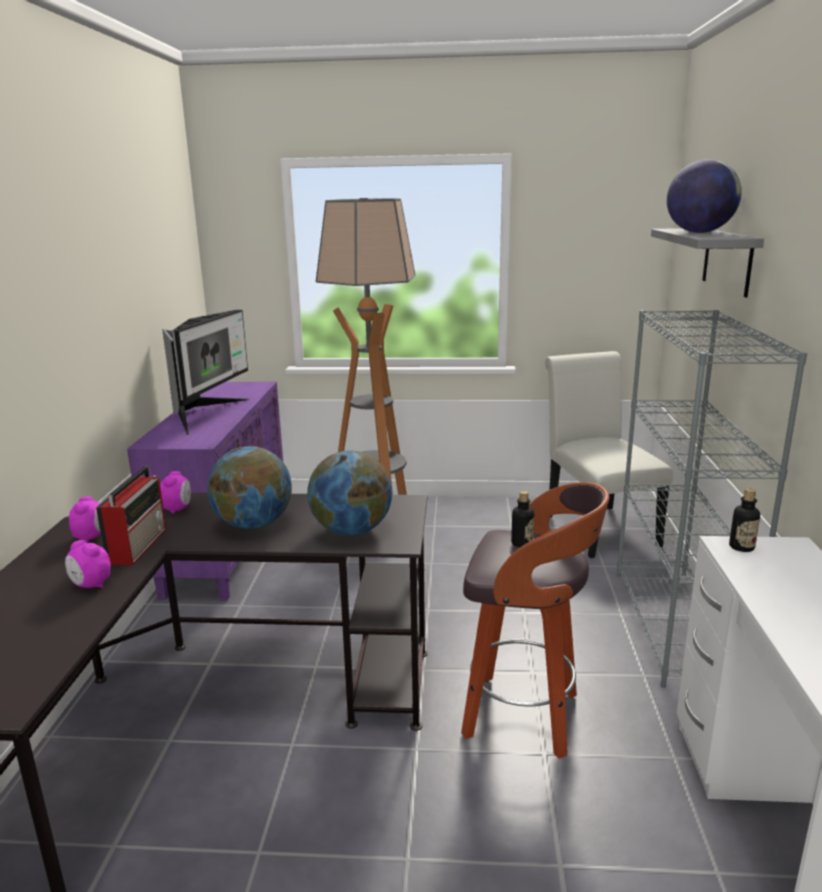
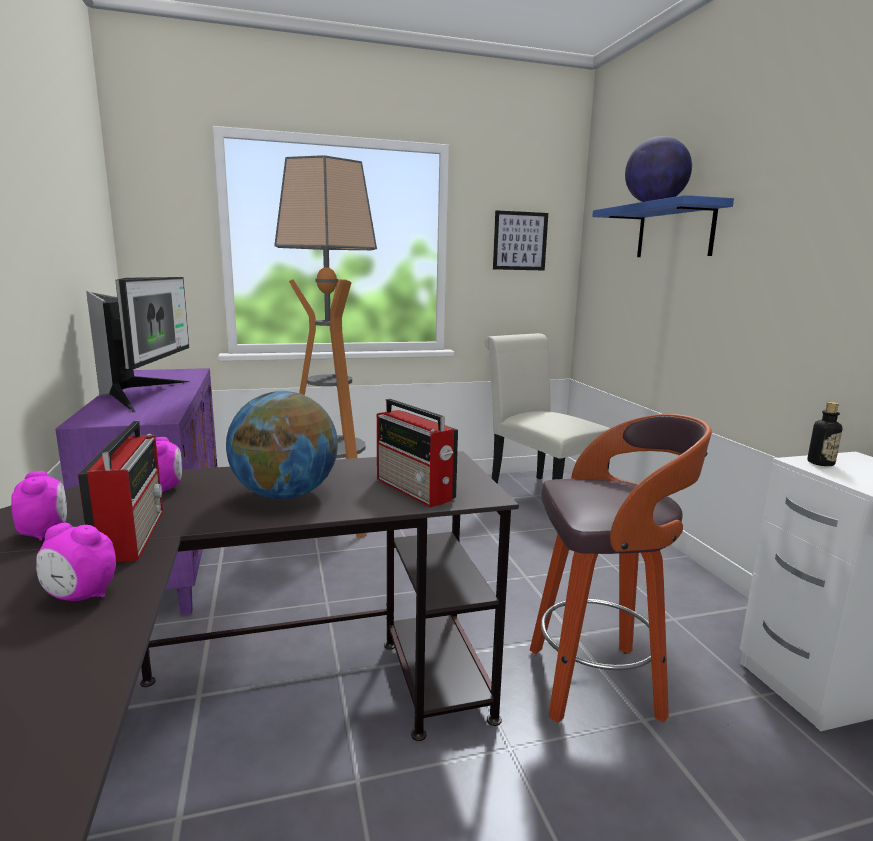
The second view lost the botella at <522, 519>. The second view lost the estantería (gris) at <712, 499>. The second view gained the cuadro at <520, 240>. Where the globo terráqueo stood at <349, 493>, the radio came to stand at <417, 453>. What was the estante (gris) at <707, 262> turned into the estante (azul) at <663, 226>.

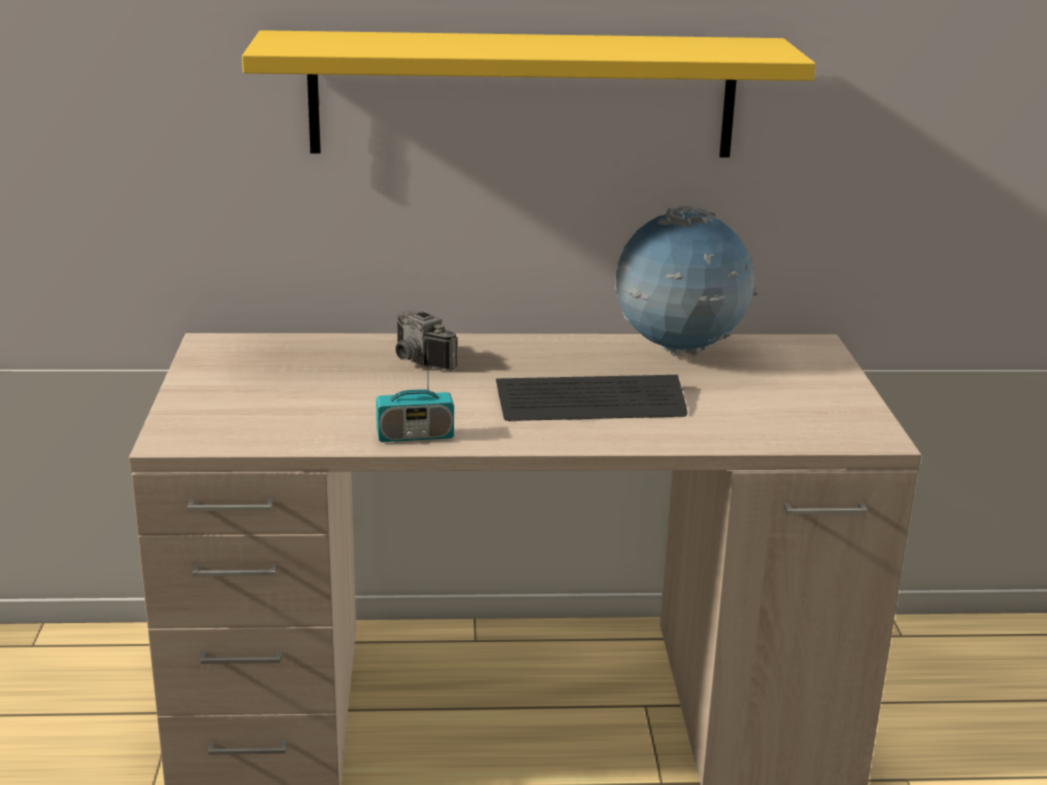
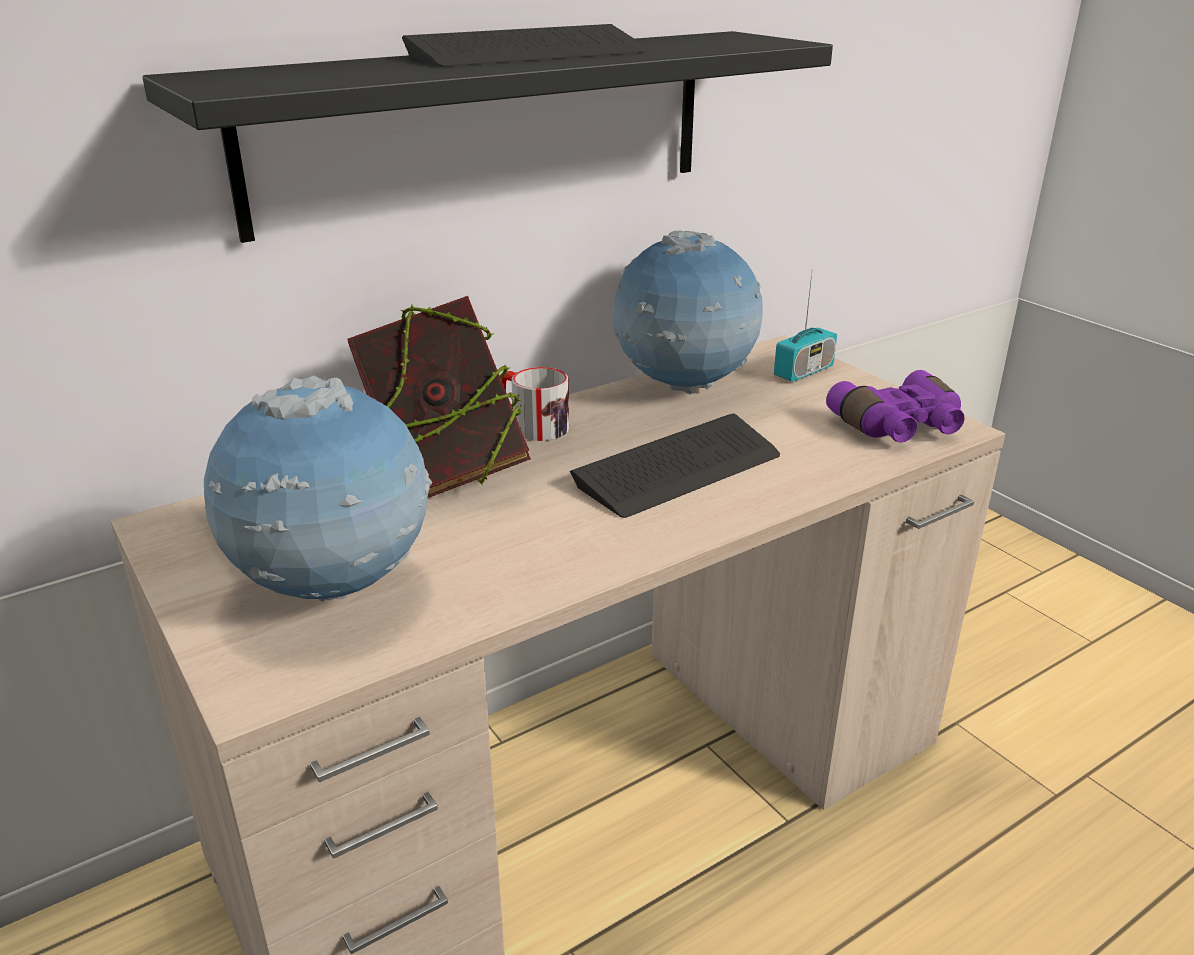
The second view gained the globo terráqueo at <318, 489>. The second view gained the teclado at <524, 45>. The second view gained the taza grande at <535, 404>. The second view gained the prismáticos (morado) at <895, 406>. The radio ended up elsewhere, having gone from <415, 384> to <805, 328>. Where the cámara stood at <426, 341>, the libro came to stand at <439, 397>. What was the estante (amarillo) at <529, 94> turned into the estante (negro) at <487, 137>.

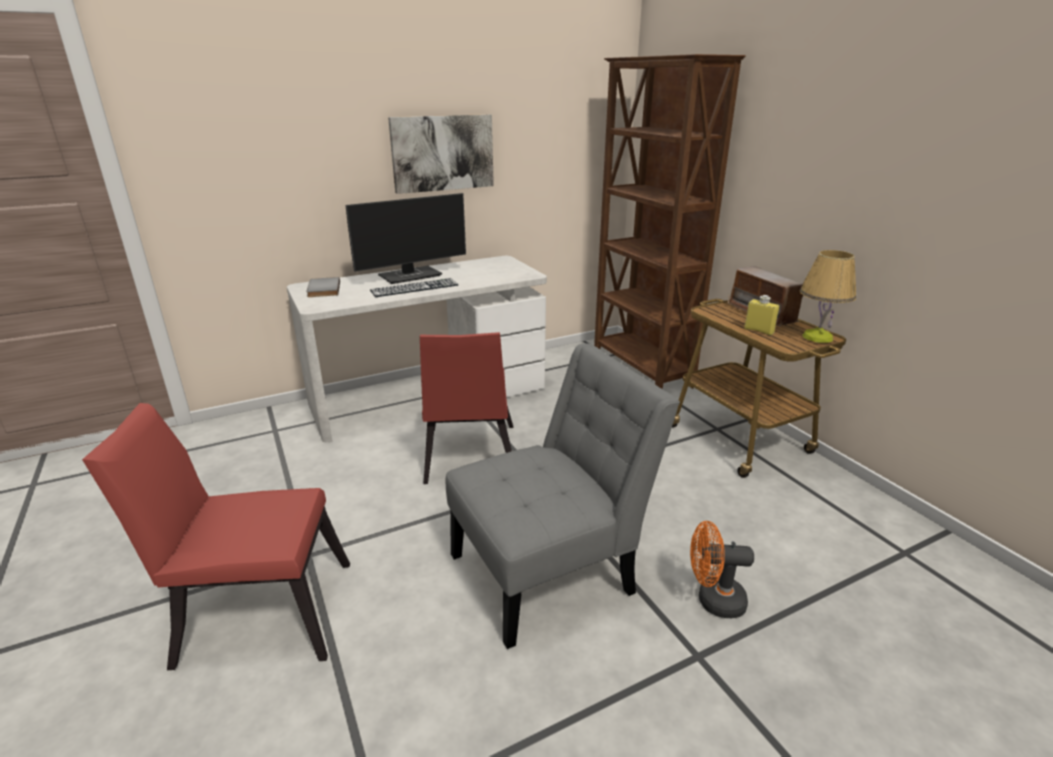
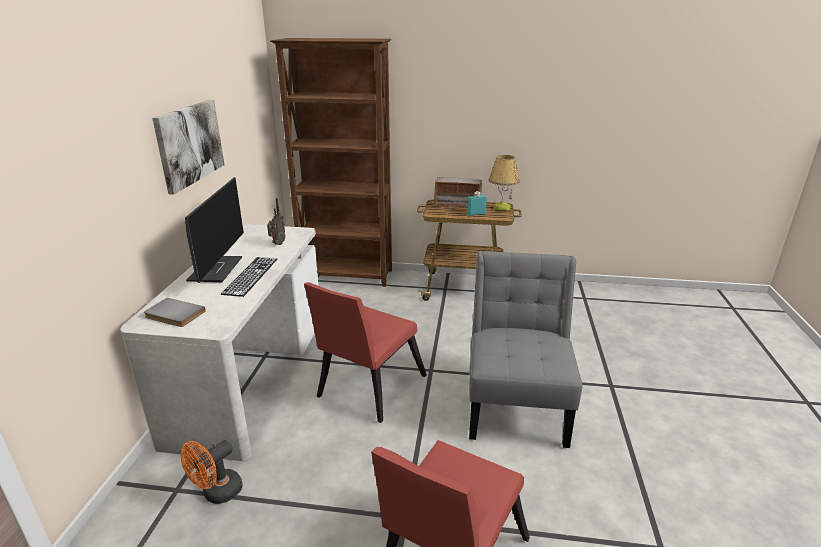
The second view gained the radio at <276, 221>. The ventilador (naranja) ended up elsewhere, having gone from <722, 569> to <212, 472>. What was the botella (amarillo) at <761, 315> turned into the botella (turquesa) at <476, 203>. The silla (rojo) at <466, 408> ended up facing another way, 90 degrees clockwise from before.

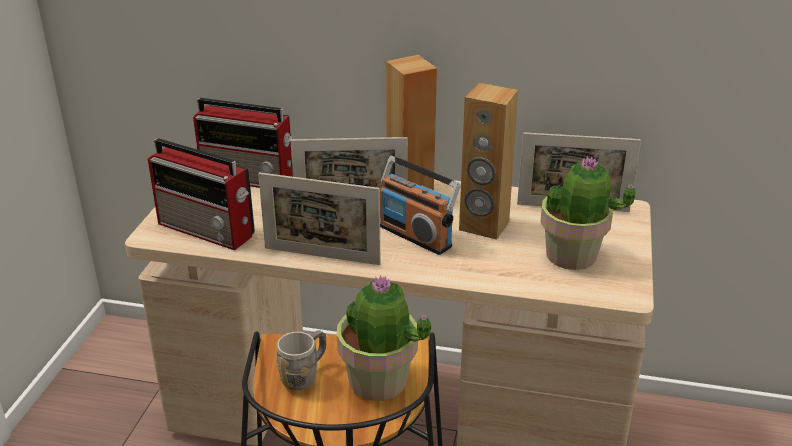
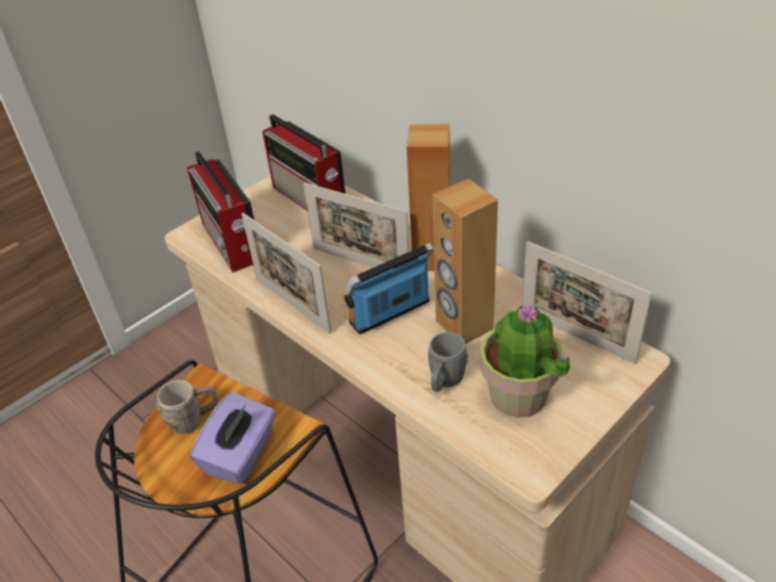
The second view gained the taza grande (gris) at <448, 362>. Where the planta en maceta stood at <384, 338>, the caja de pañuelos (morado) came to stand at <232, 438>. The radio at <420, 205> ended up facing another way, 75 degrees clockwise from before.

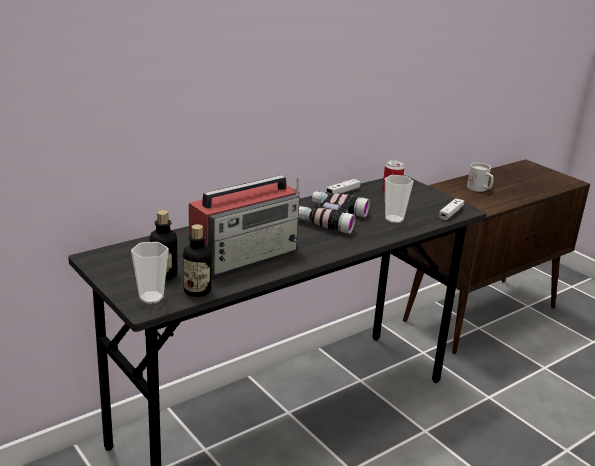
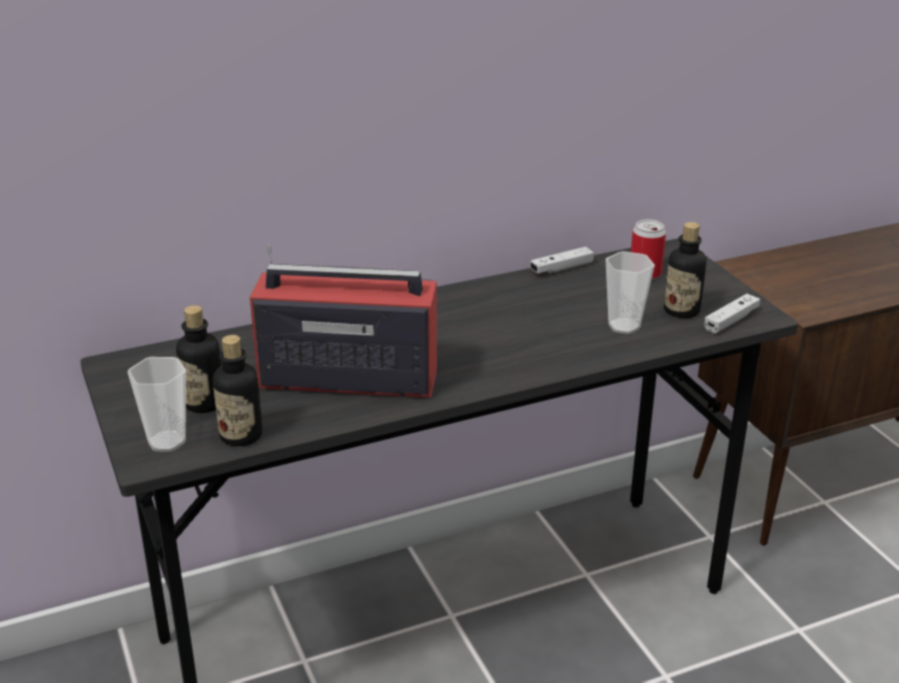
The second view lost the prismáticos at <334, 212>. The second view lost the taza grande (blanco) at <480, 177>. The second view gained the botella at <685, 270>. The radio at <244, 225> ended up facing another way, 150 degrees counterclockwise from before.

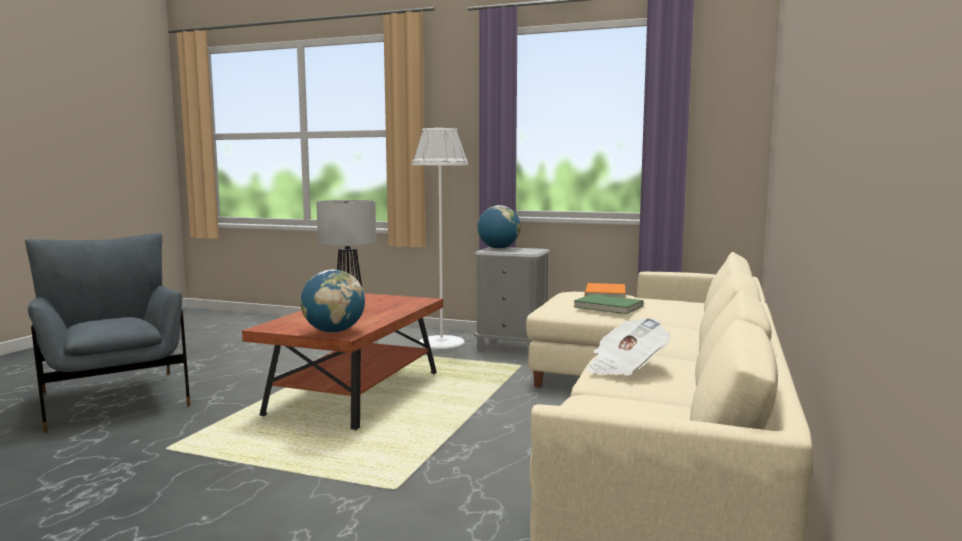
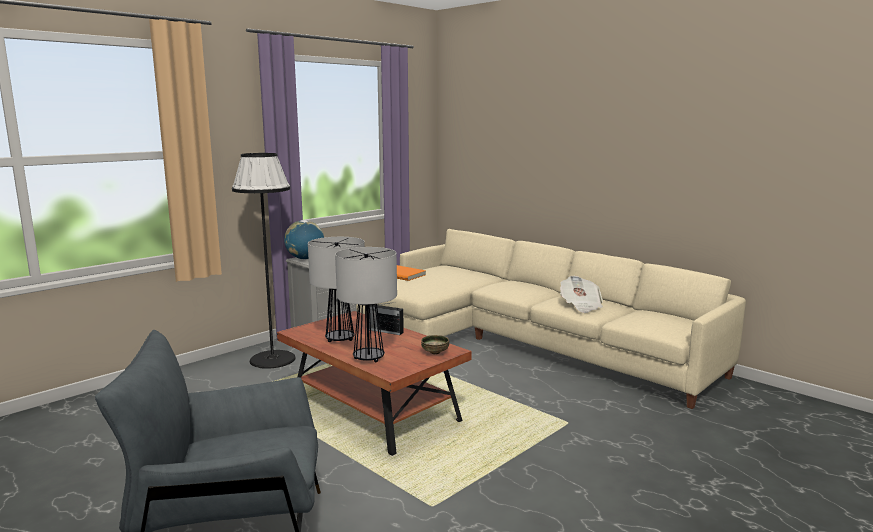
The second view lost the libro (verde) at <608, 304>. The second view gained the lámpara de mesa at <366, 304>. The second view gained the radio at <386, 318>. Where the globo terráqueo stood at <332, 301>, the cuenco came to stand at <435, 344>. What was the lámpara de pie (blanco) at <439, 238> turned into the lámpara de pie (negro) at <264, 261>.

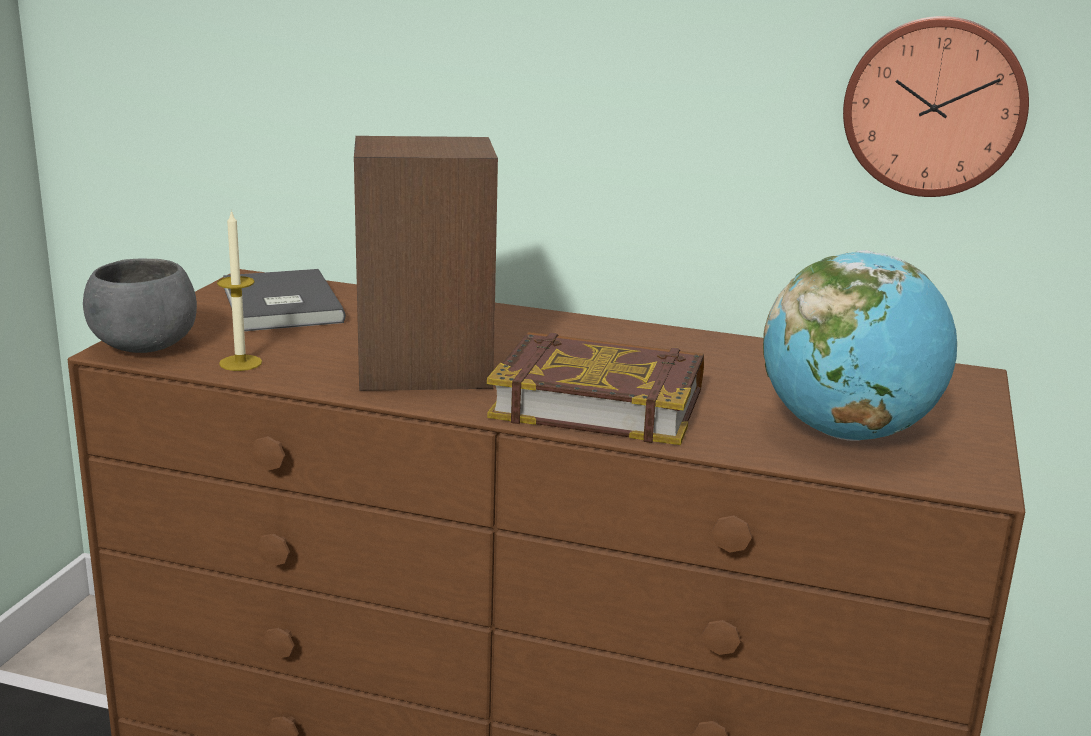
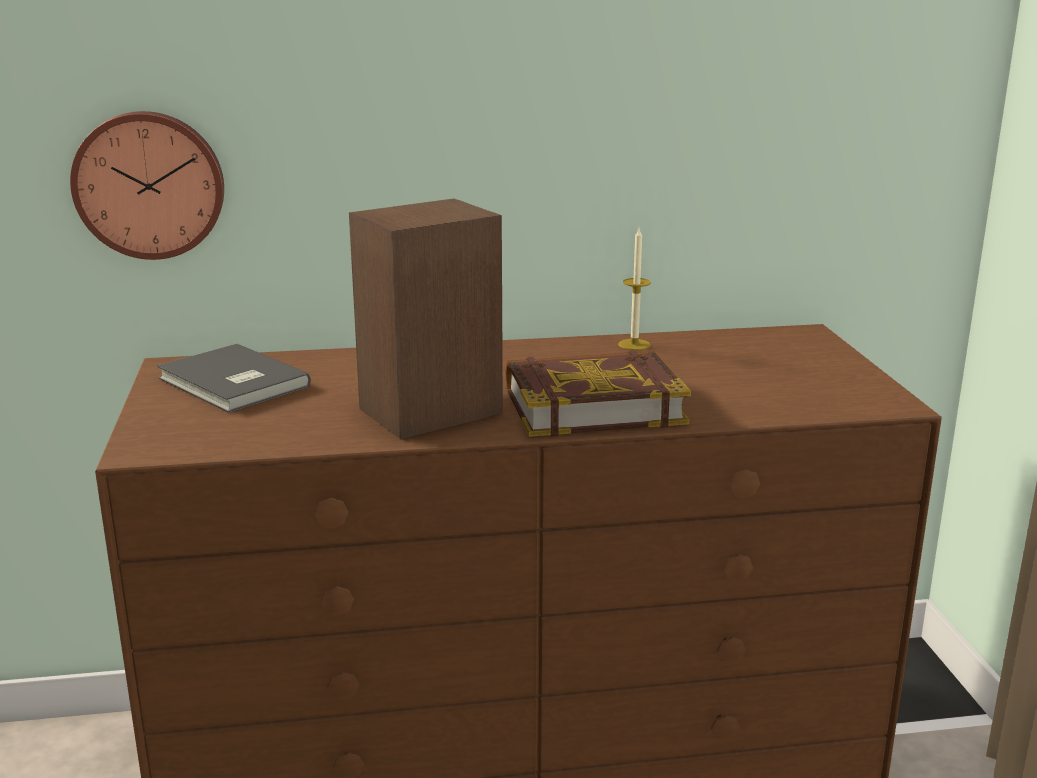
The second view lost the cuenco (gris) at <140, 305>. The second view lost the globo terráqueo at <860, 345>. The vela ended up elsewhere, having gone from <239, 290> to <634, 289>. The reloj de pared ended up elsewhere, having gone from <936, 106> to <147, 185>.

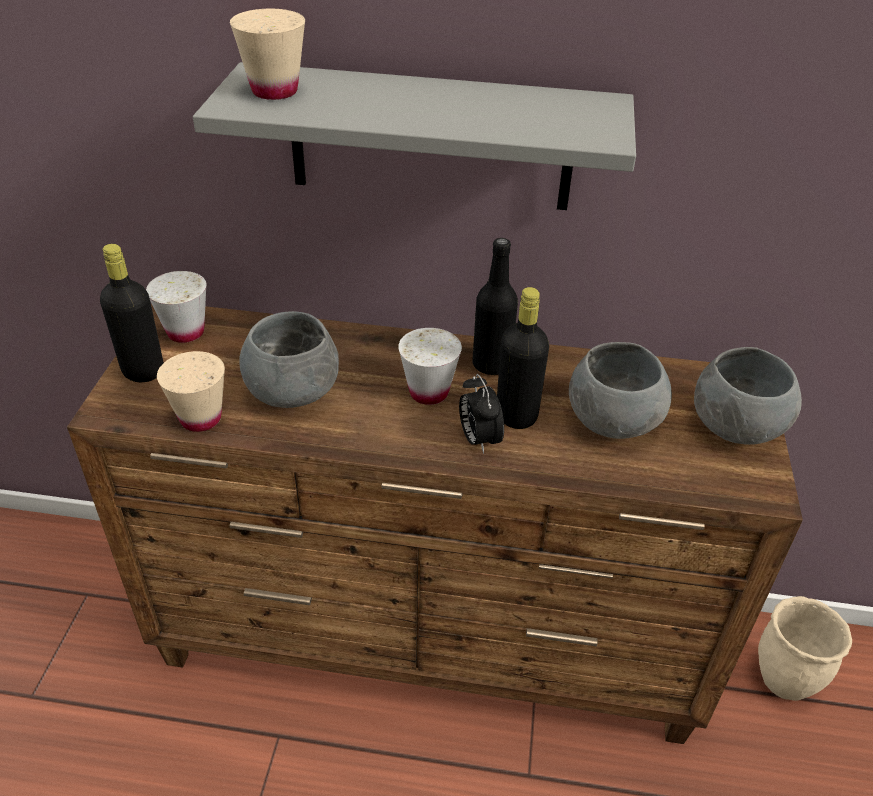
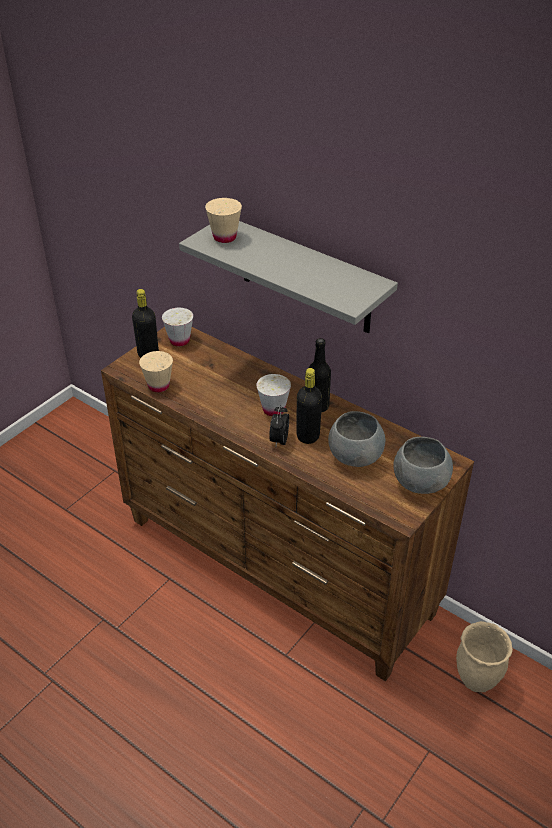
The second view lost the cuenco (gris) at <289, 359>.

